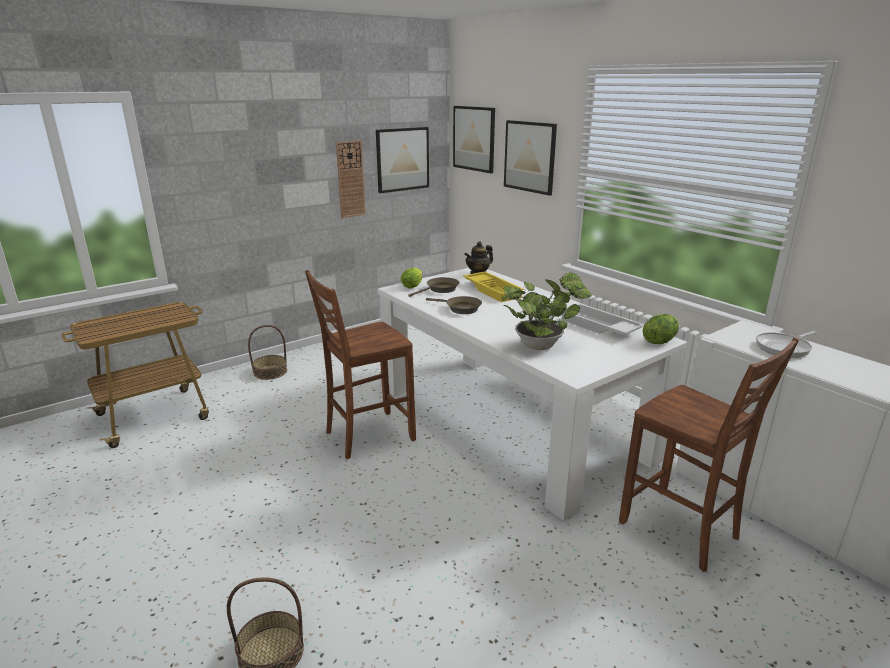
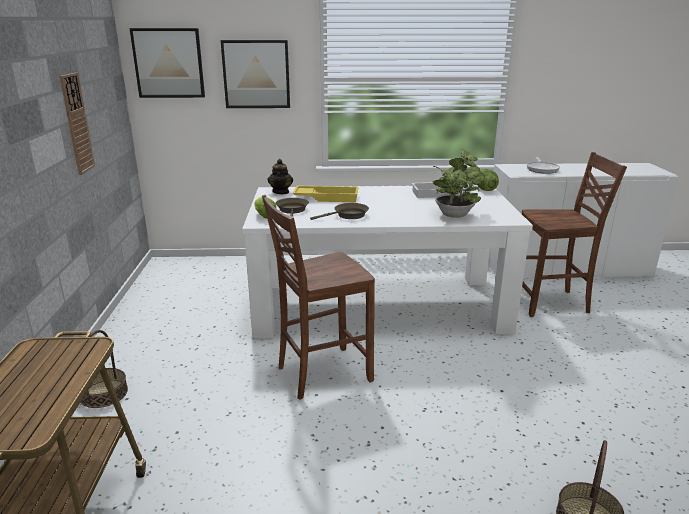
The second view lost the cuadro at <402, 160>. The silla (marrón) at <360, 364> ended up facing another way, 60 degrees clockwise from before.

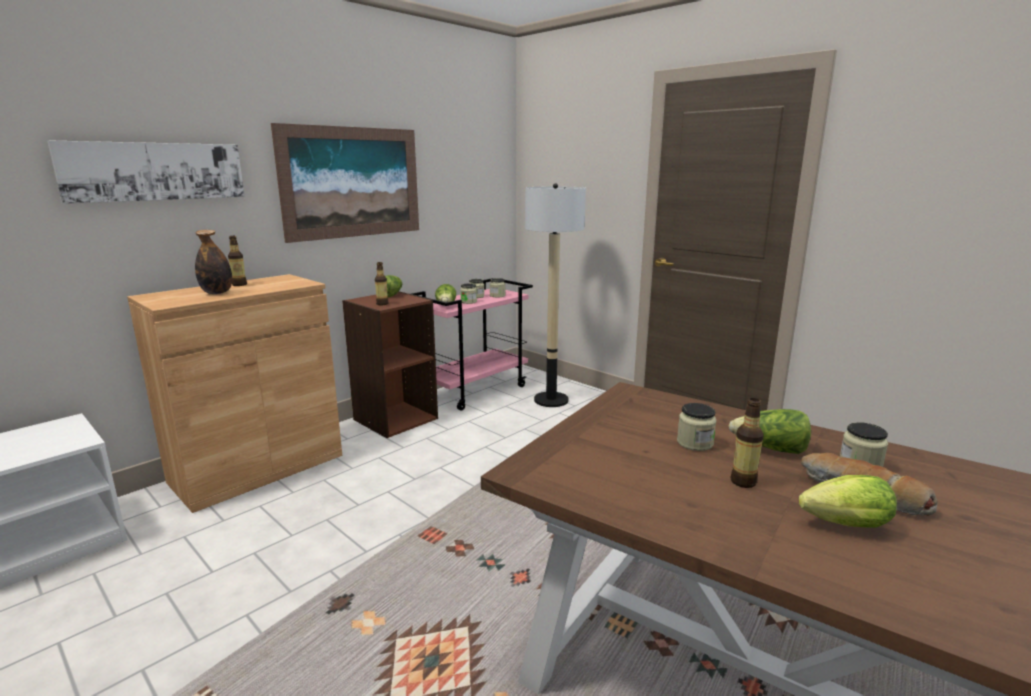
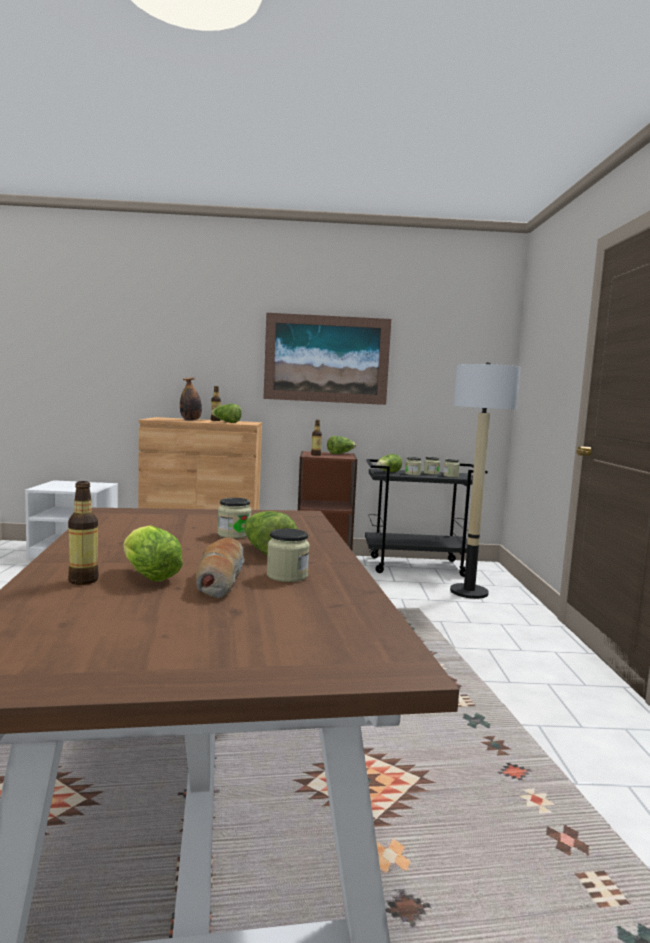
The second view lost the cuadro at <146, 172>. The second view gained the lechuga at <226, 413>. The botella ended up elsewhere, having gone from <747, 443> to <83, 533>. What was the carrito (rosa) at <472, 344> turned into the carrito (negro) at <426, 518>.

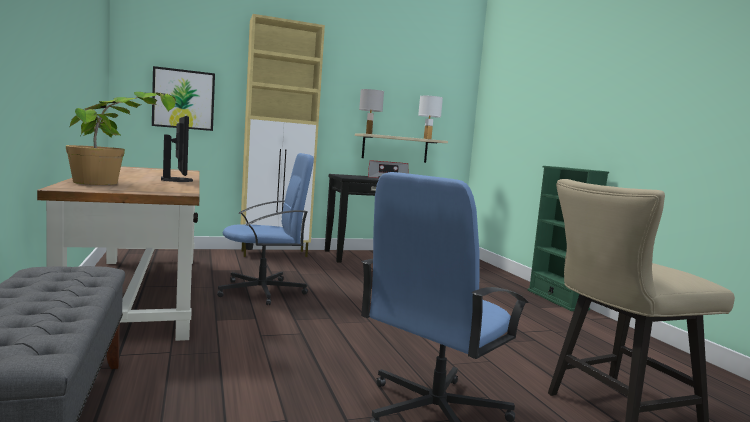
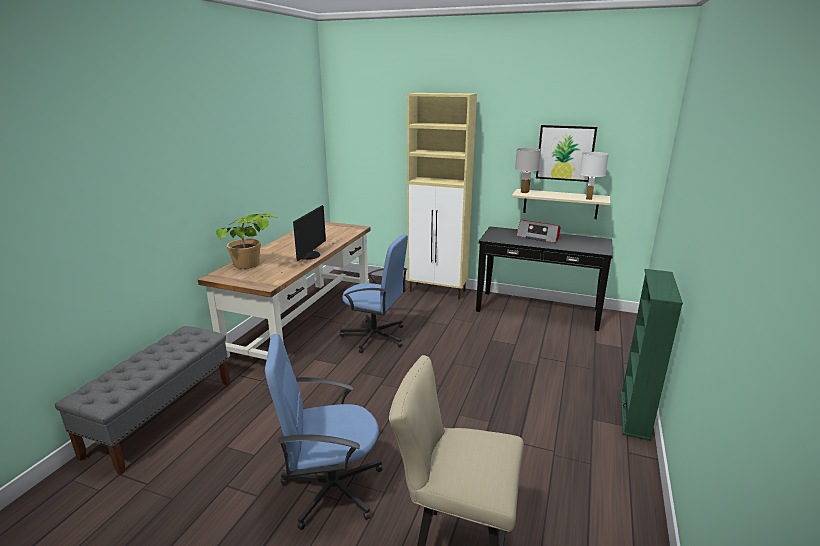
The cuadro ended up elsewhere, having gone from <183, 98> to <566, 153>.

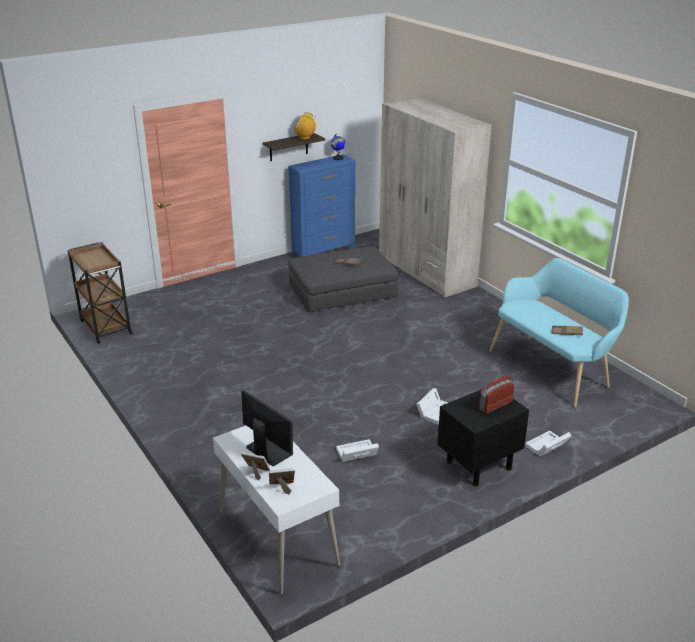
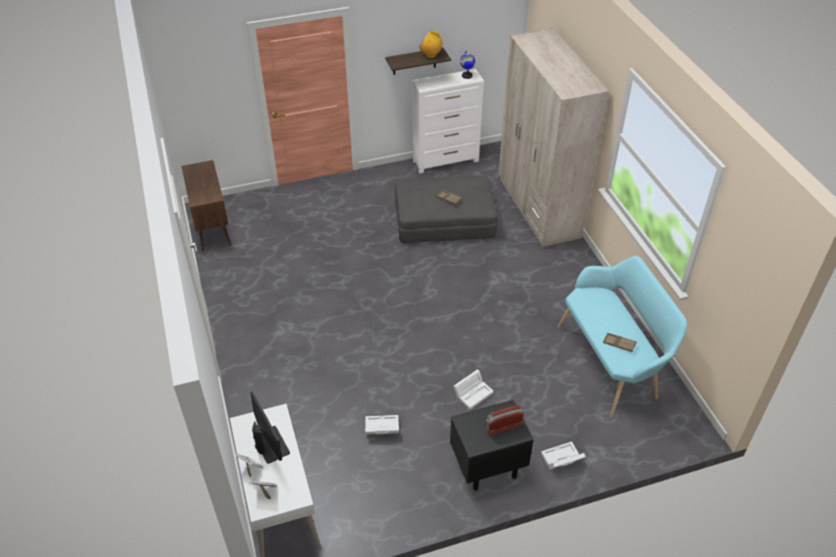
Where the carrito (marrón) stood at <100, 293>, the armario (marrón) came to stand at <206, 205>. What was the cómoda (azul) at <322, 205> turned into the cómoda (blanco) at <448, 121>.

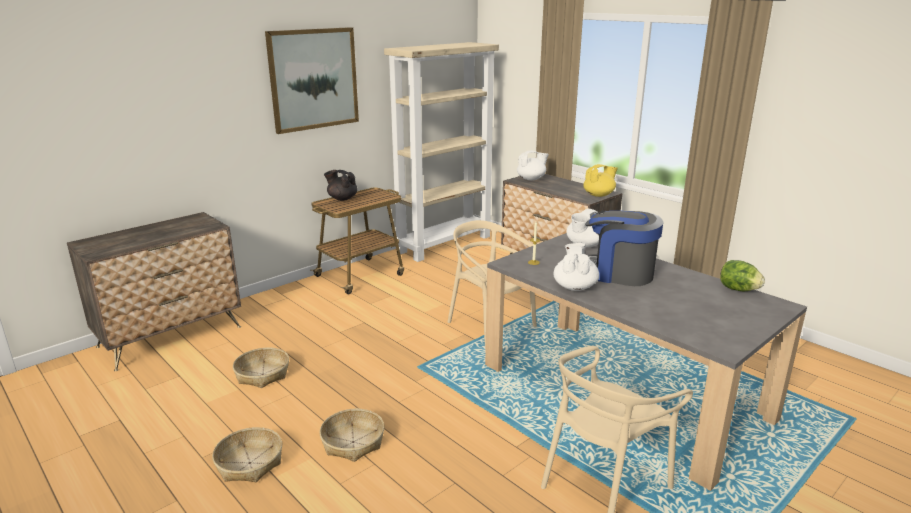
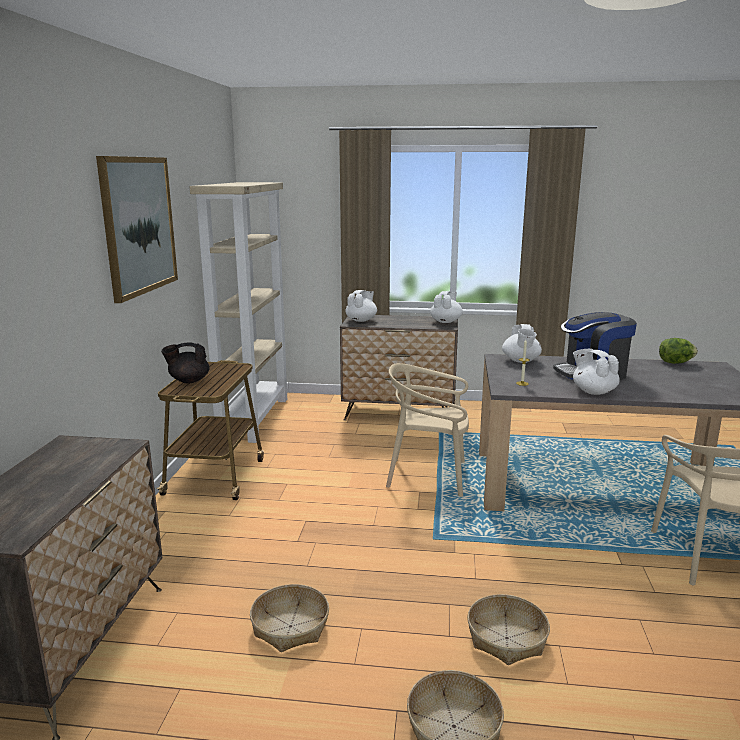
What was the tetera (amarillo) at <600, 180> turned into the tetera (blanco) at <446, 307>.

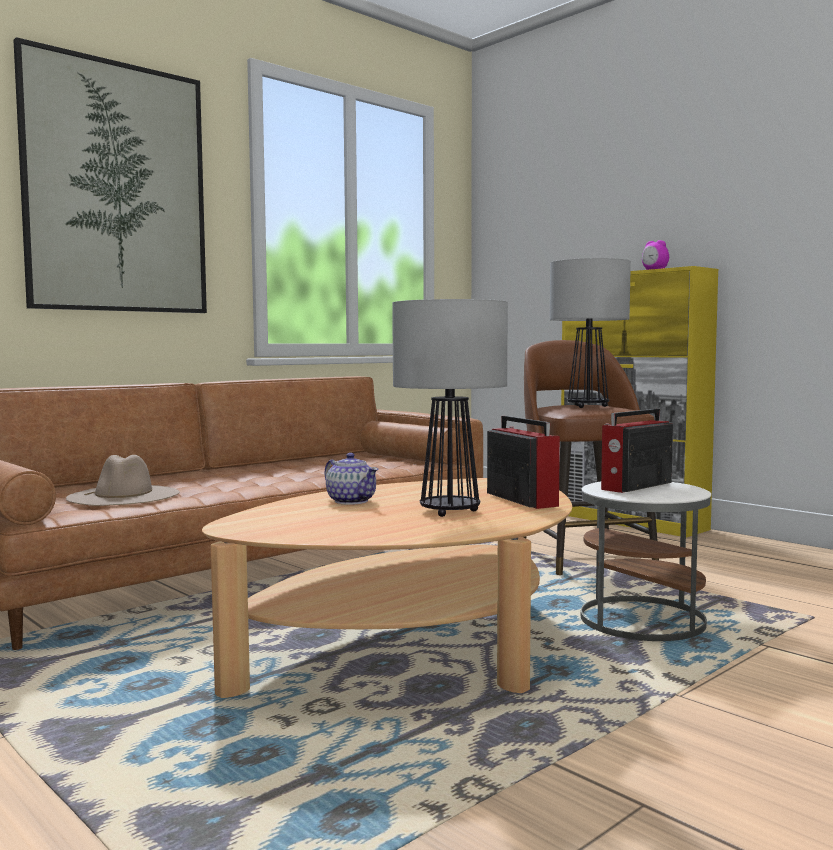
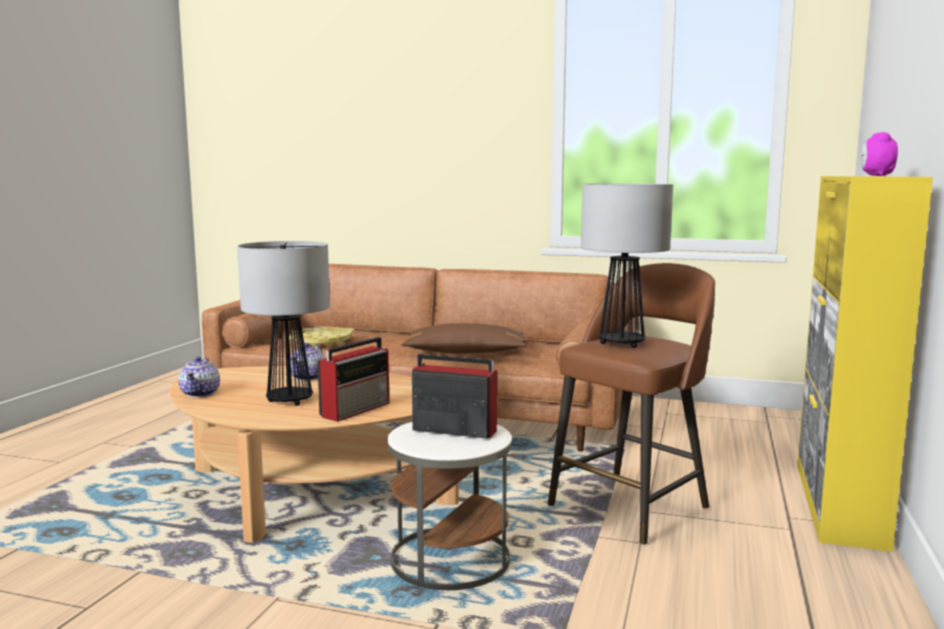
The second view lost the cuadro at <110, 175>. The second view gained the tetera at <199, 377>. The second view gained the cojín (marrón) at <464, 338>. Where the sombrero (beis) stood at <123, 480>, the bandeja (amarillo) came to stand at <321, 337>.

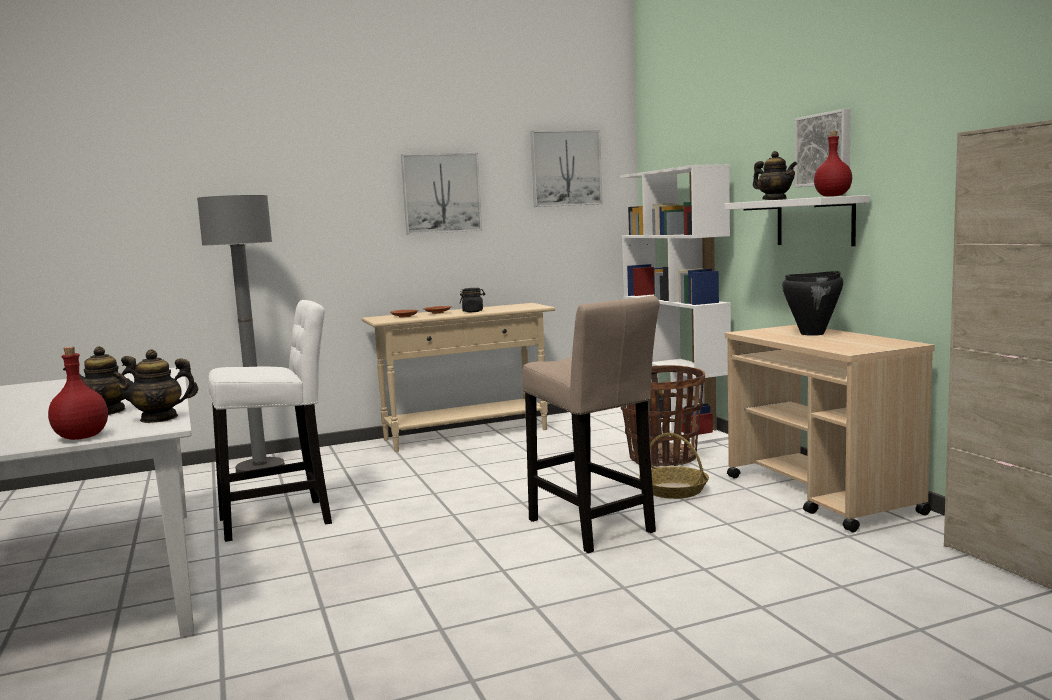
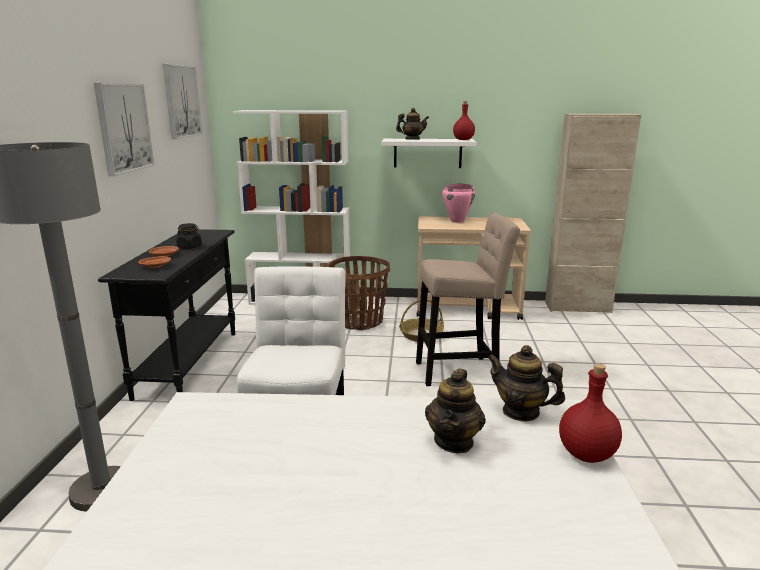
The second view lost the cuadro at <822, 148>. What was the mesa consola (beis) at <459, 377> turned into the mesa consola (negro) at <166, 315>. What was the olla (negro) at <812, 303> turned into the olla (rosa) at <458, 203>. The tetera at <155, 386> ended up facing another way, 120 degrees clockwise from before.

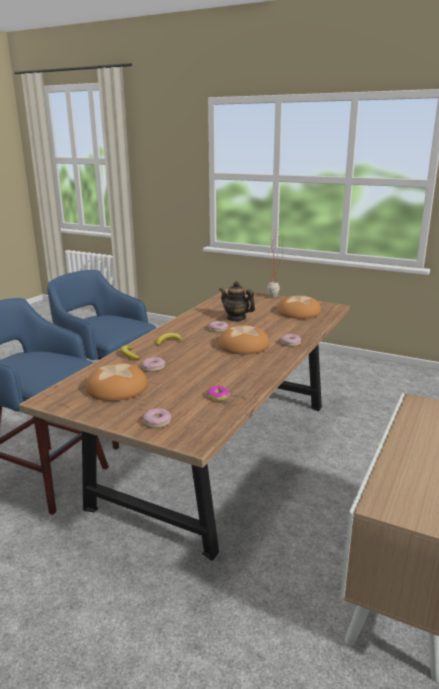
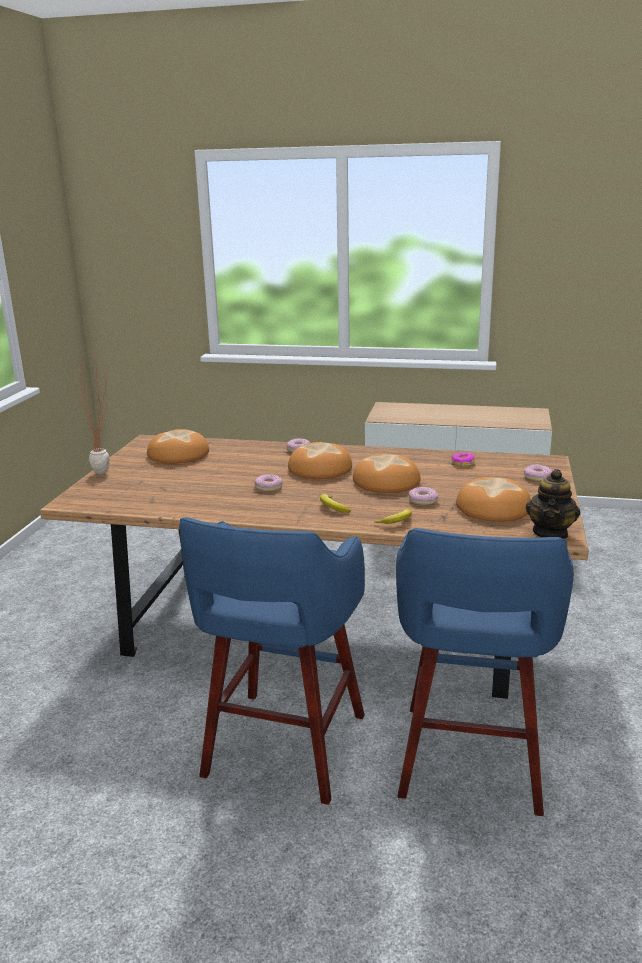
The second view gained the pan at <387, 473>. The tetera ended up elsewhere, having gone from <237, 301> to <553, 504>.

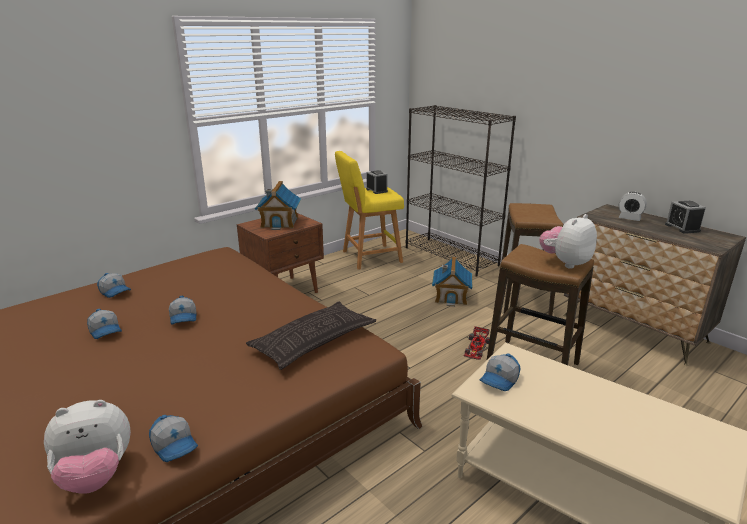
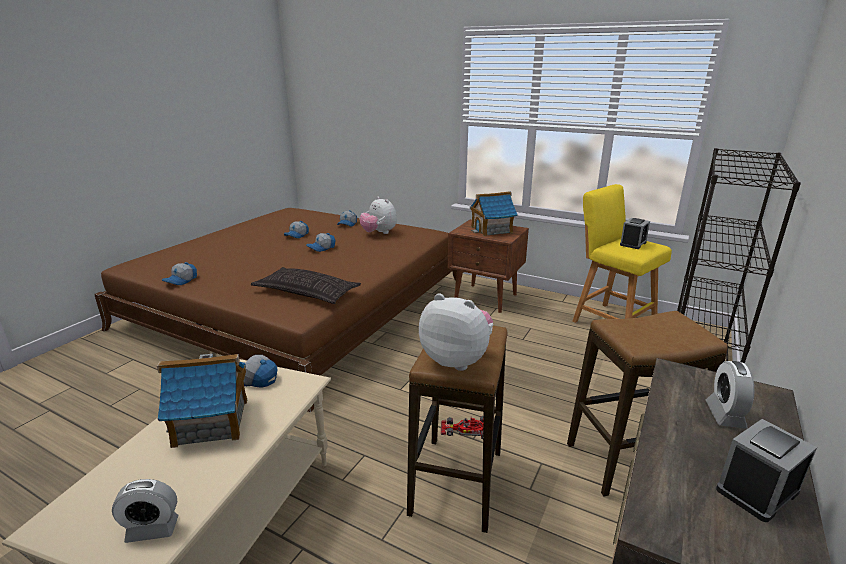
The second view gained the despertador at <145, 511>. The peluche ended up elsewhere, having gone from <87, 447> to <378, 215>. The casita ended up elsewhere, having gone from <452, 281> to <202, 401>.

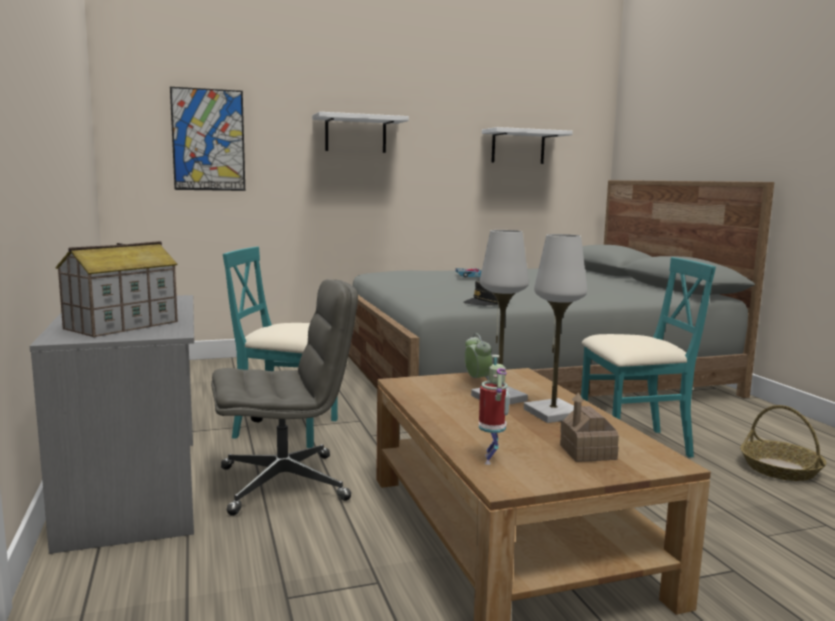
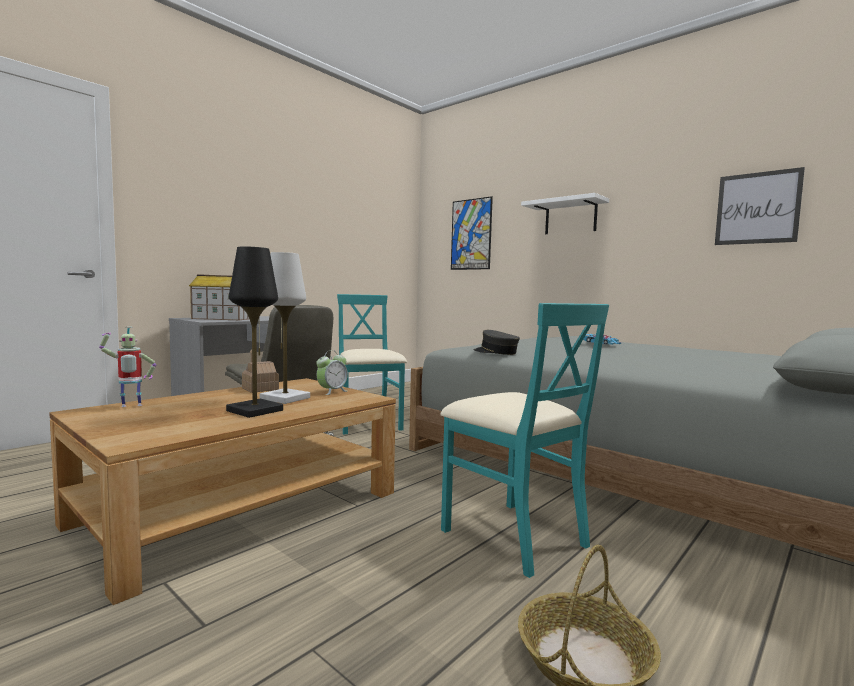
The casita ended up elsewhere, having gone from <589, 427> to <260, 371>. Where the estante (blanco) hung at <527, 145>, the cuadro came to hang at <760, 206>. What was the lámpara de mesa (blanco) at <555, 328> turned into the lámpara de mesa (negro) at <254, 332>.

